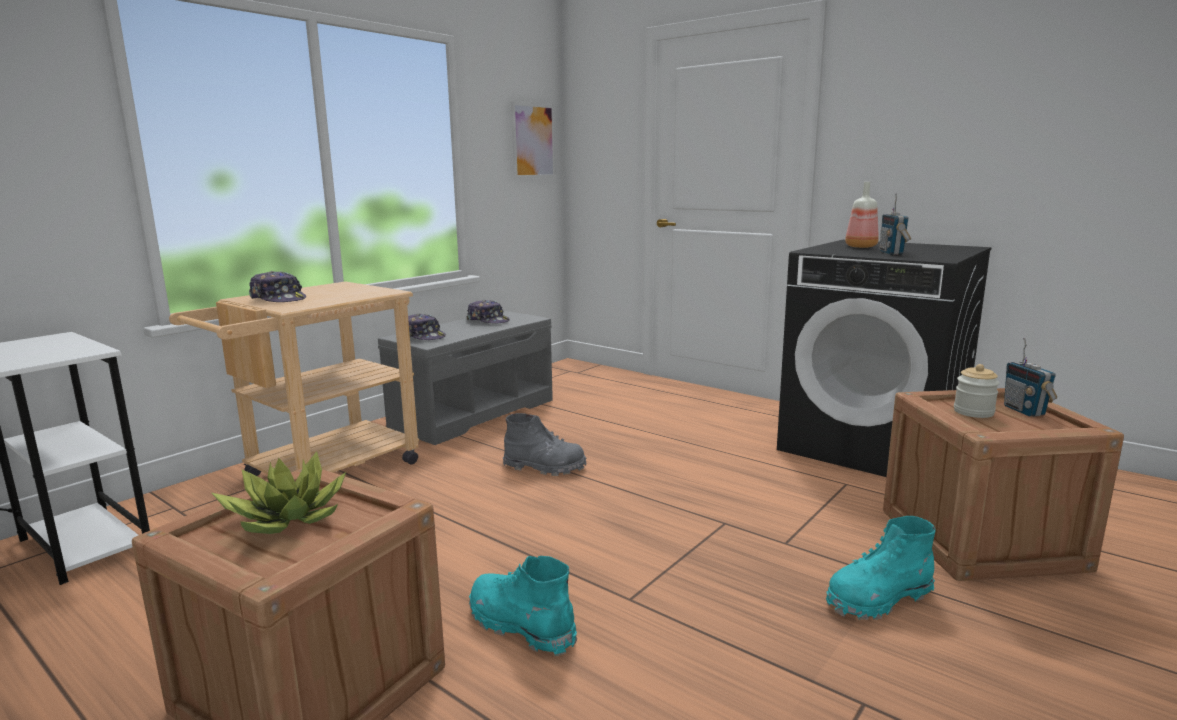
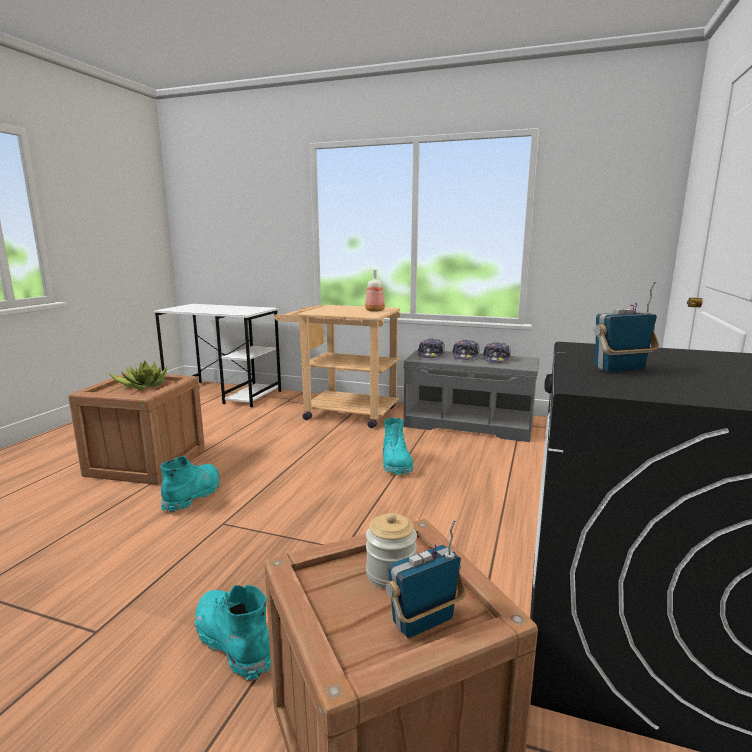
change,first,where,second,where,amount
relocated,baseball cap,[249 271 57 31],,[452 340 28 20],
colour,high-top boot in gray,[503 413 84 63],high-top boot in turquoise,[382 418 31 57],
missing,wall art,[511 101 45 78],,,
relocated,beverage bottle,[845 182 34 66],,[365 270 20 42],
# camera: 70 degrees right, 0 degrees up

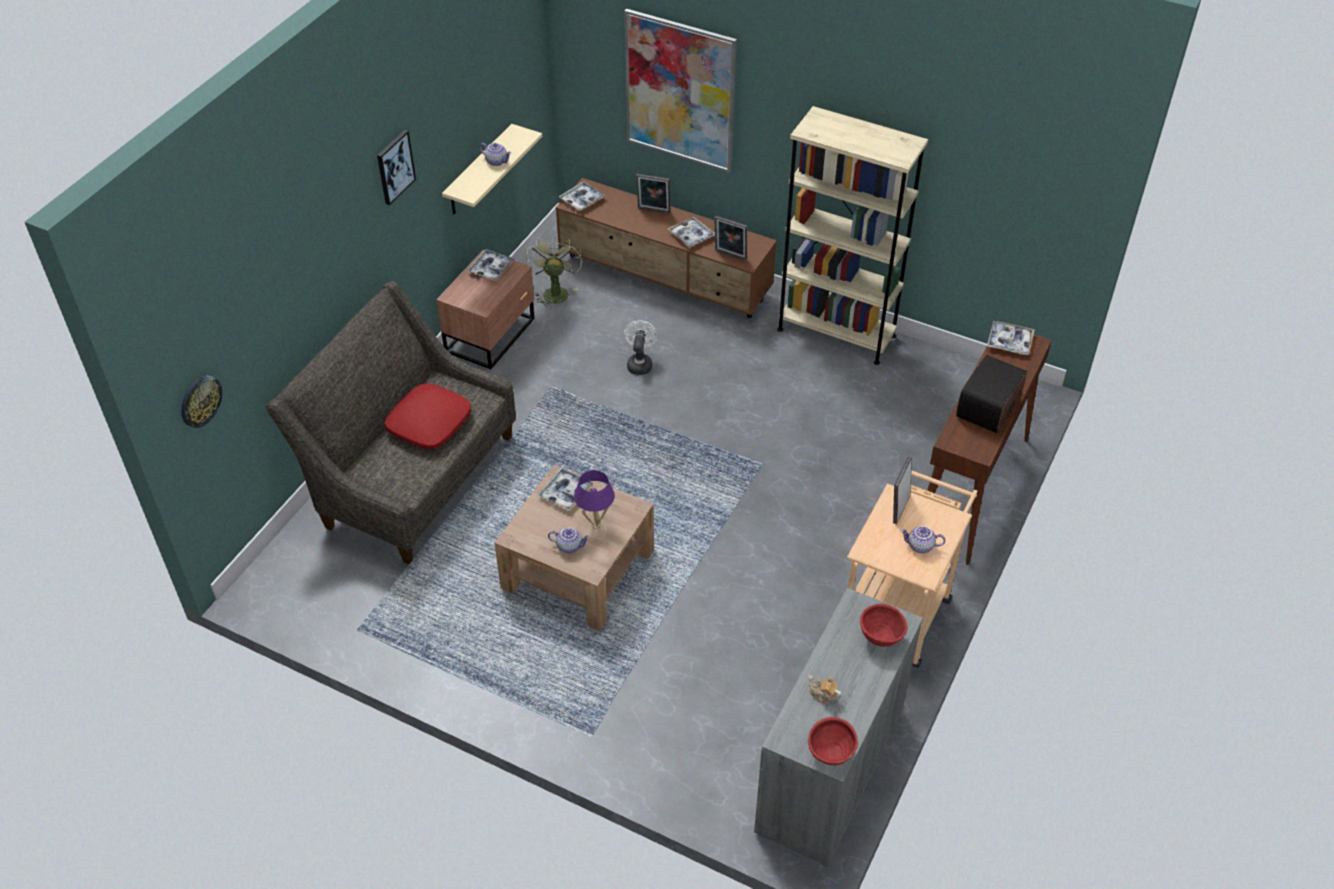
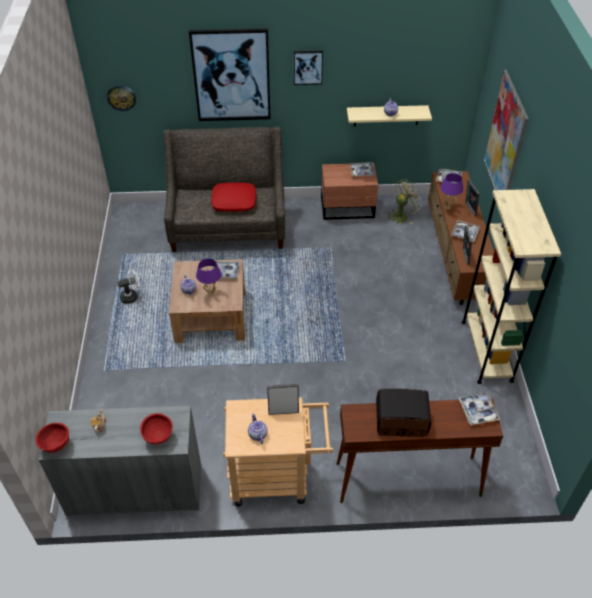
change,first,where,second,where,amount
relocated,fan in white-coloured,[624 321 34 54],,[117 269 23 35],
appeared,,,wall art,[189 29 82 92],
appeared,,,lamp for a table in purplish,[440 173 23 37],
# camera: 60 degrees right, 0 degrees up

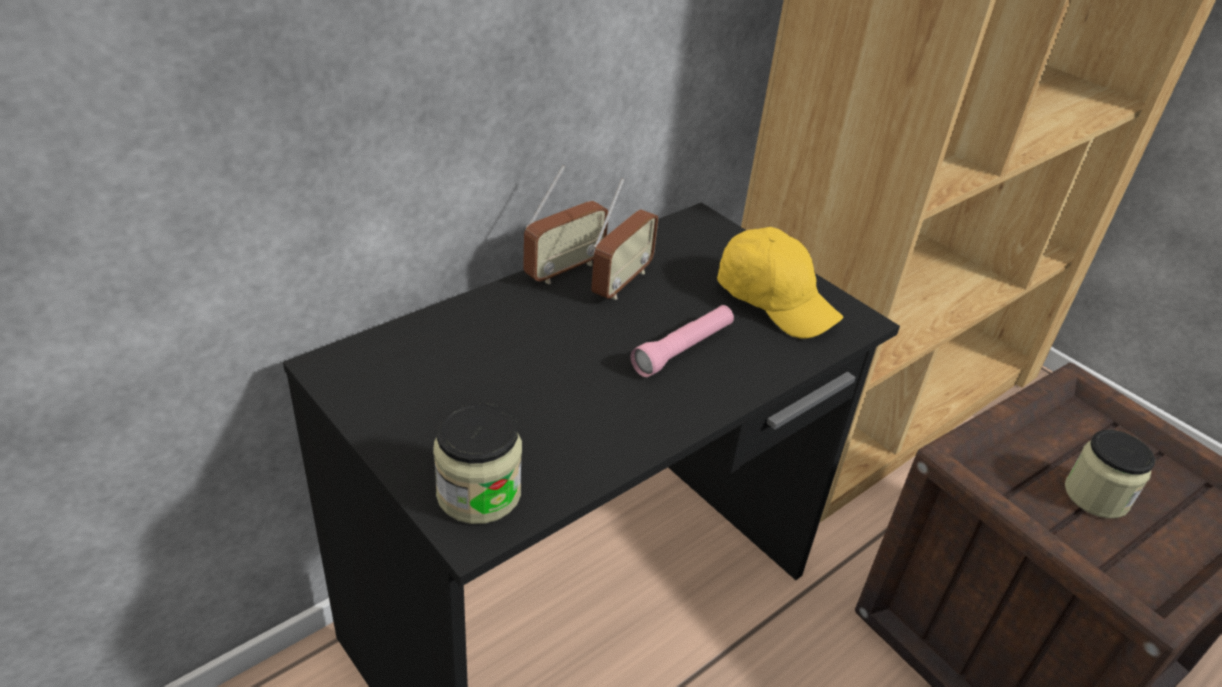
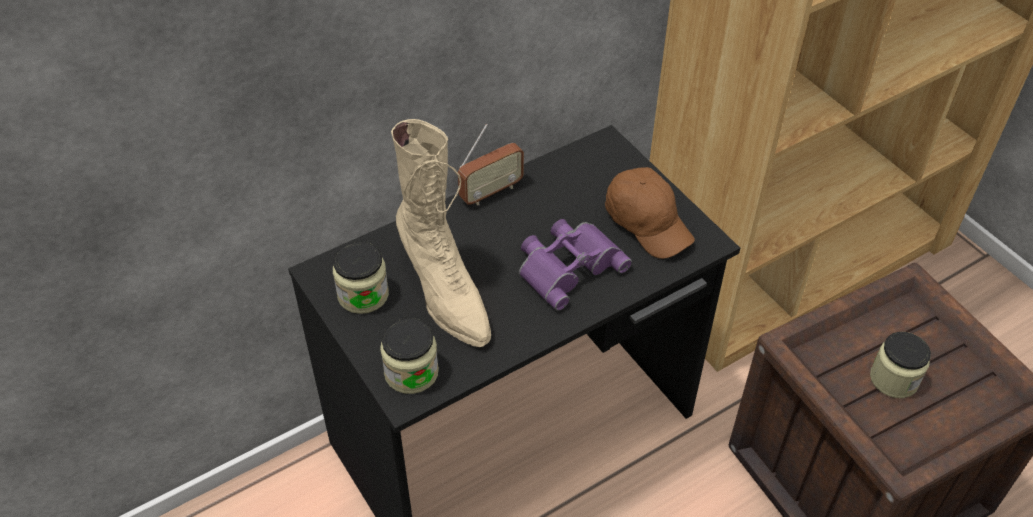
change,first,where,second,where,amount
missing,radio set,[591 179 67 121],,,
exchanged,torch in pinkish,[630 305 104 72],binoculars in purplish,[519 219 113 92],
colour,baseball cap in yellowish,[717 227 126 112],baseball cap in brownish,[605 167 90 92],
appeared,,,preserve jar,[333 242 56 72],
appeared,,,high-top boot in sand-coloured,[391 119 100 228],
# camera: 10 degrees right, 10 degrees up

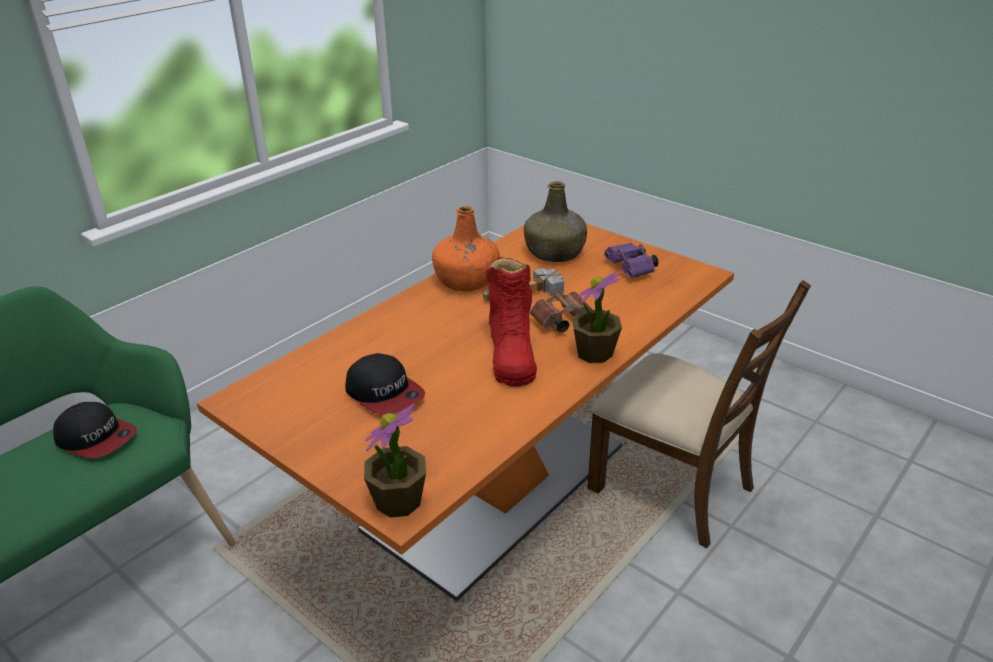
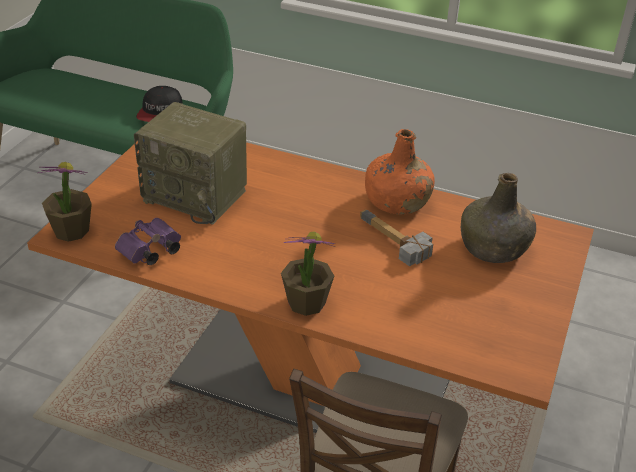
change,first,where,second,where,amount
exchanged,baseball cap,[345 353 80 62],radio set,[134 102 113 123],
missing,high-top boot in red,[486 257 51 130],,,
missing,binoculars in brownish,[530 290 63 43],,,
relocated,binoculars in purplish,[604 243 55 35],,[115 218 66 47],
# camera: 70 degrees right, 5 degrees up

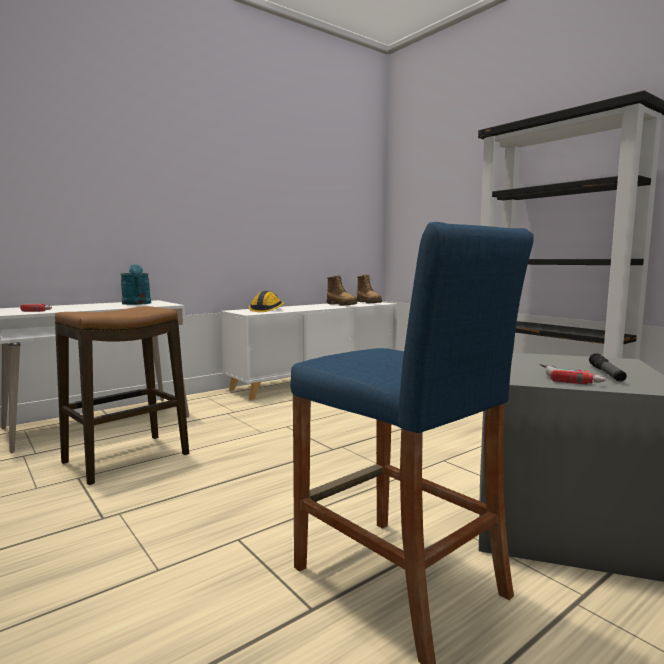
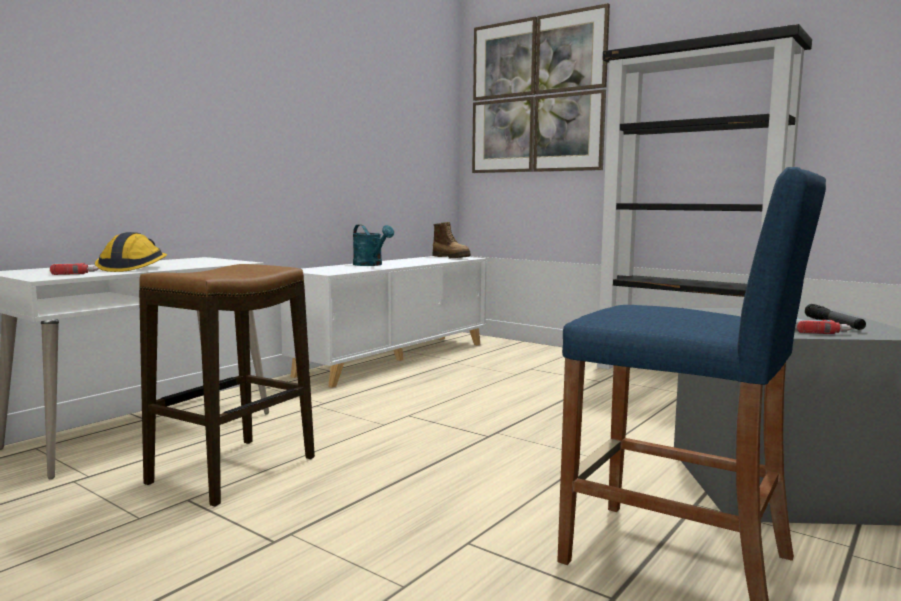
change,first,where,second,where,amount
relocated,watering can in turquoise,[120 265 31 40],,[353 224 41 42],
relocated,hard hat,[249 291 35 21],,[95 232 72 40],
missing,high-top boot,[326 276 31 30],,,
appeared,,,wall art,[472 3 138 170],
# camera: 15 degrees left, 0 degrees up

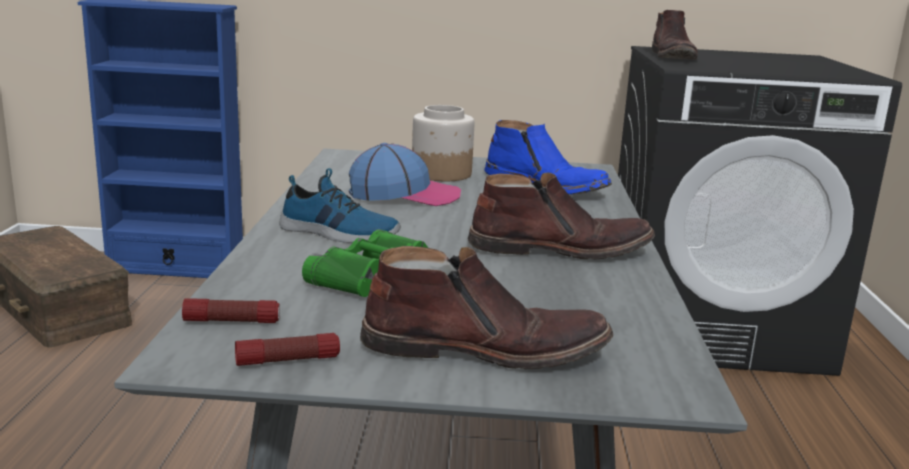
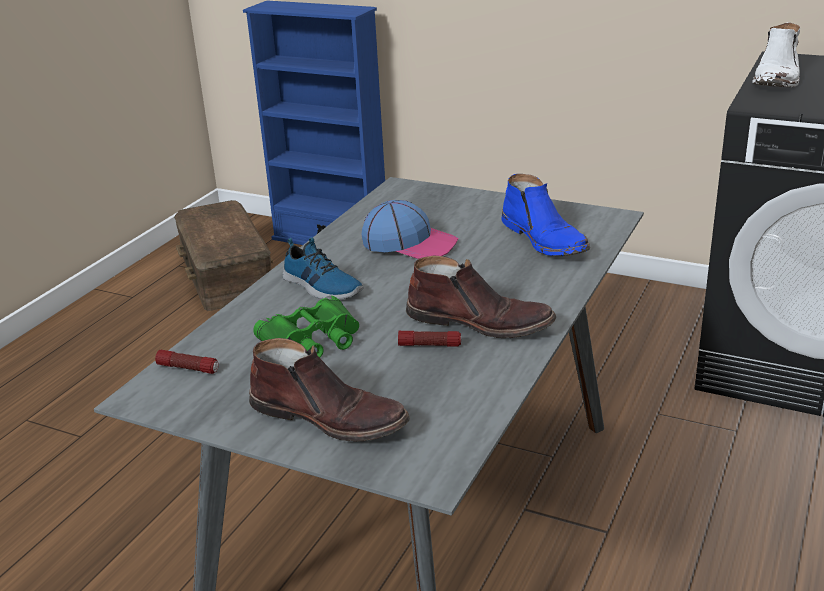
change,first,where,second,where,amount
relocated,torch,[235 333 105 33],,[398 331 63 16],
missing,preserve jar,[412 105 62 76],,,
colour,high-top boot in brownish,[652 10 46 50],high-top boot in white-coloured,[752 23 48 64],
# camera: 25 degrees right, 10 degrees up

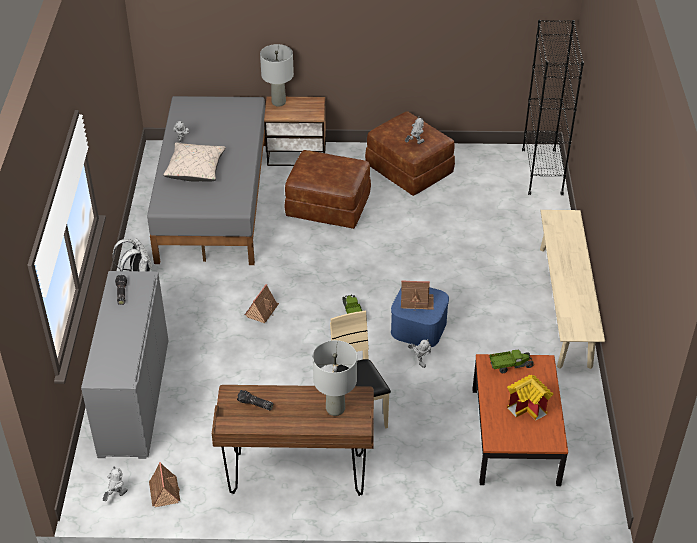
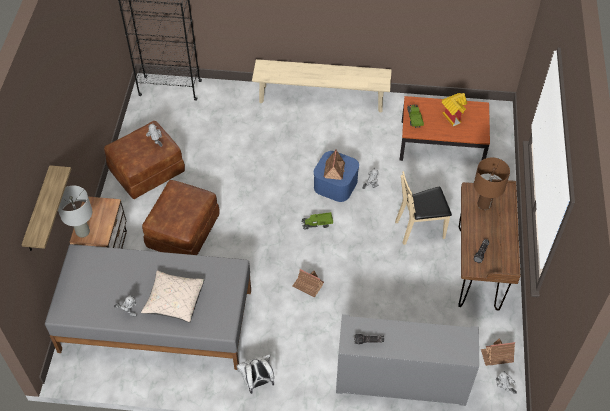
change,first,where,second,where,amount
colour,lamp for a table in gray,[313 340 44 76],lamp for a table in brownish,[474 157 36 53],
appeared,,,shelf,[22 165 49 86],
# camera: 85 degrees left, 10 degrees up

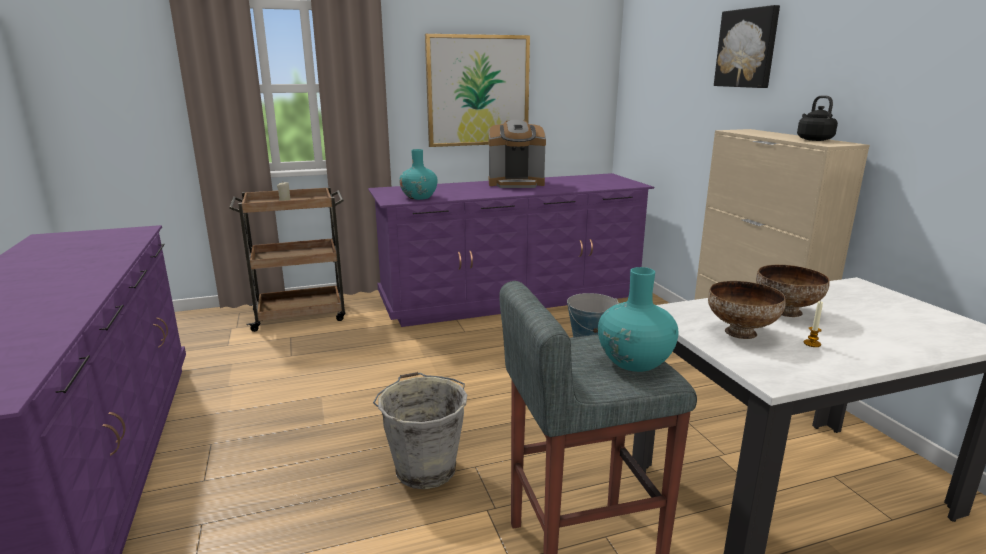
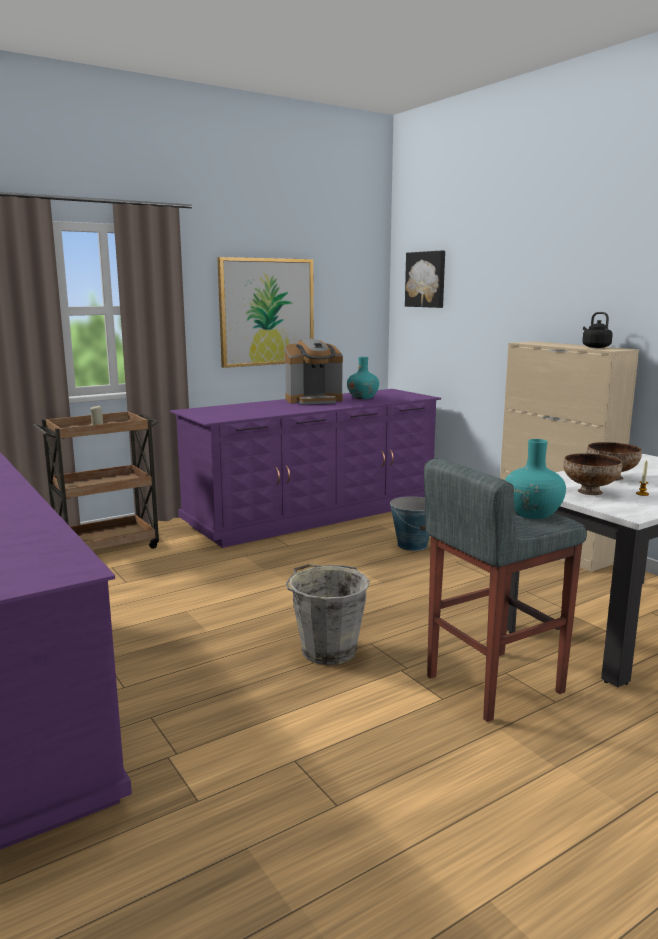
change,first,where,second,where,amount
relocated,flower vase in turquoise,[399 149 38 51],,[347 357 32 42],
relocated,wall art,[714 5 66 83],,[405 251 40 57],
# camera: 15 degrees left, 5 degrees down

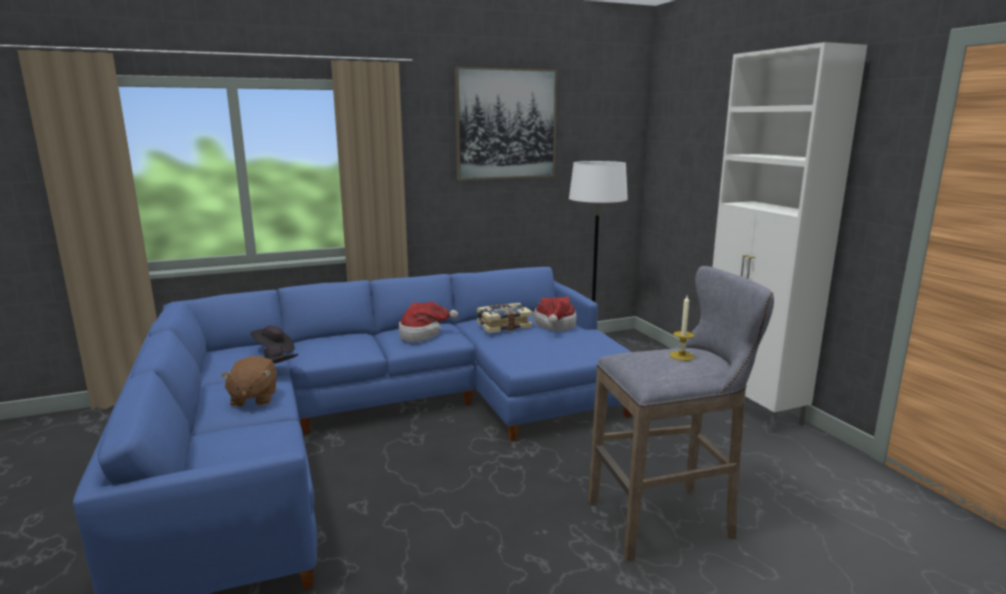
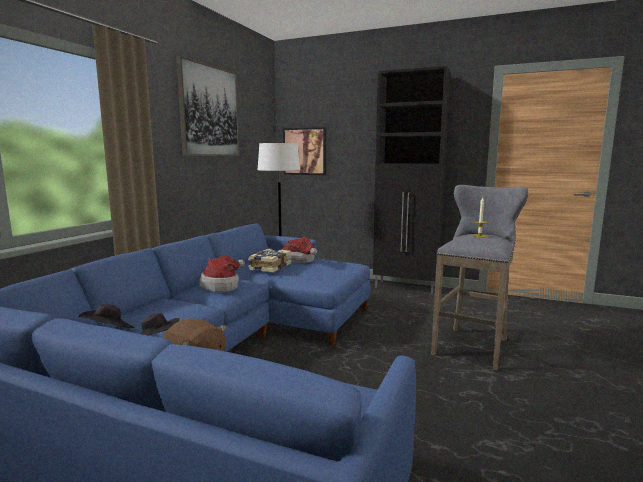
change,first,where,second,where,amount
colour,cupboard in white-coloured,[712 42 155 391],cupboard in blackish,[373 66 78 229],
appeared,,,wall art,[283 127 43 48],
# camera: 45 degrees left, 5 degrees down

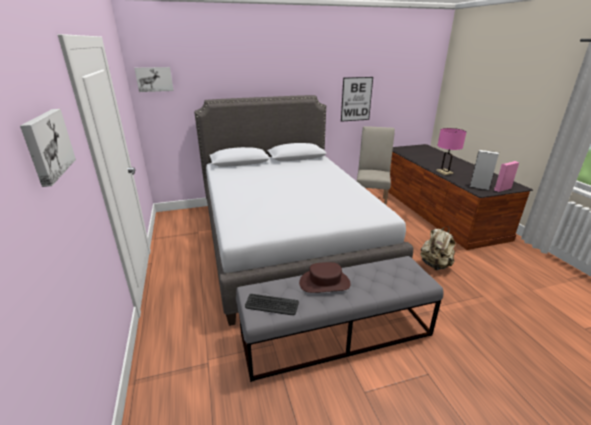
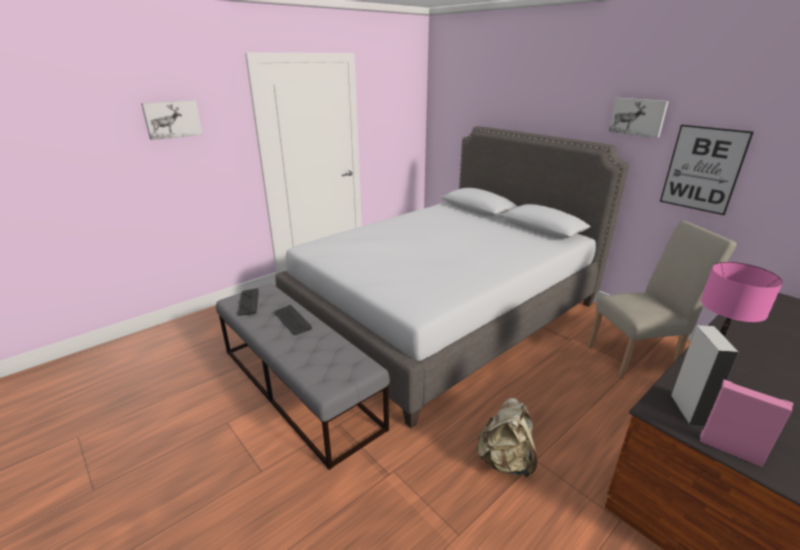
change,first,where,second,where,amount
relocated,wall art,[134 67 40 25],,[608 98 61 40],
exchanged,hat in brownish,[299 262 52 31],computer keyboard,[275 305 37 30],
# camera: 65 degrees right, 0 degrees up

